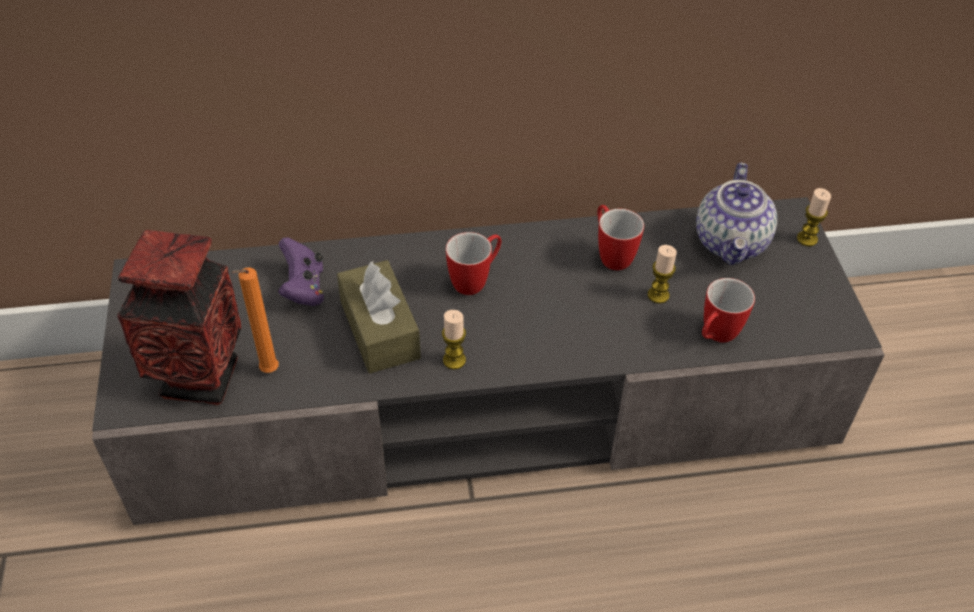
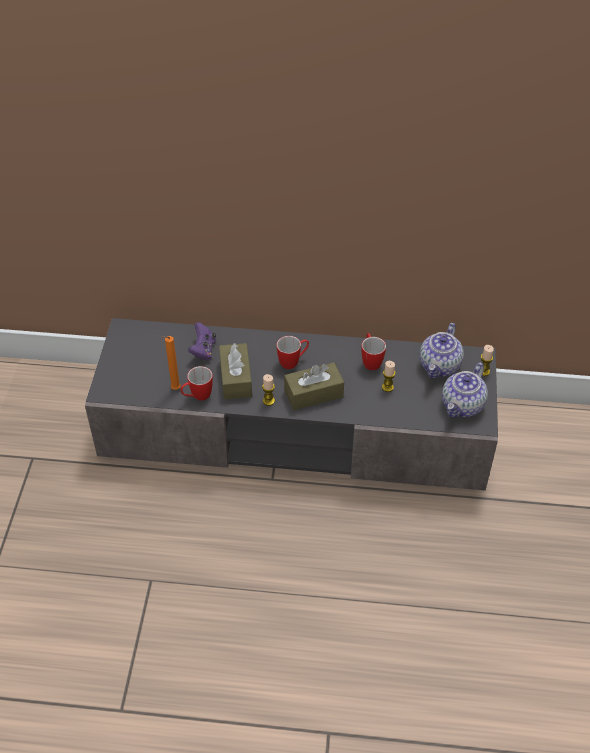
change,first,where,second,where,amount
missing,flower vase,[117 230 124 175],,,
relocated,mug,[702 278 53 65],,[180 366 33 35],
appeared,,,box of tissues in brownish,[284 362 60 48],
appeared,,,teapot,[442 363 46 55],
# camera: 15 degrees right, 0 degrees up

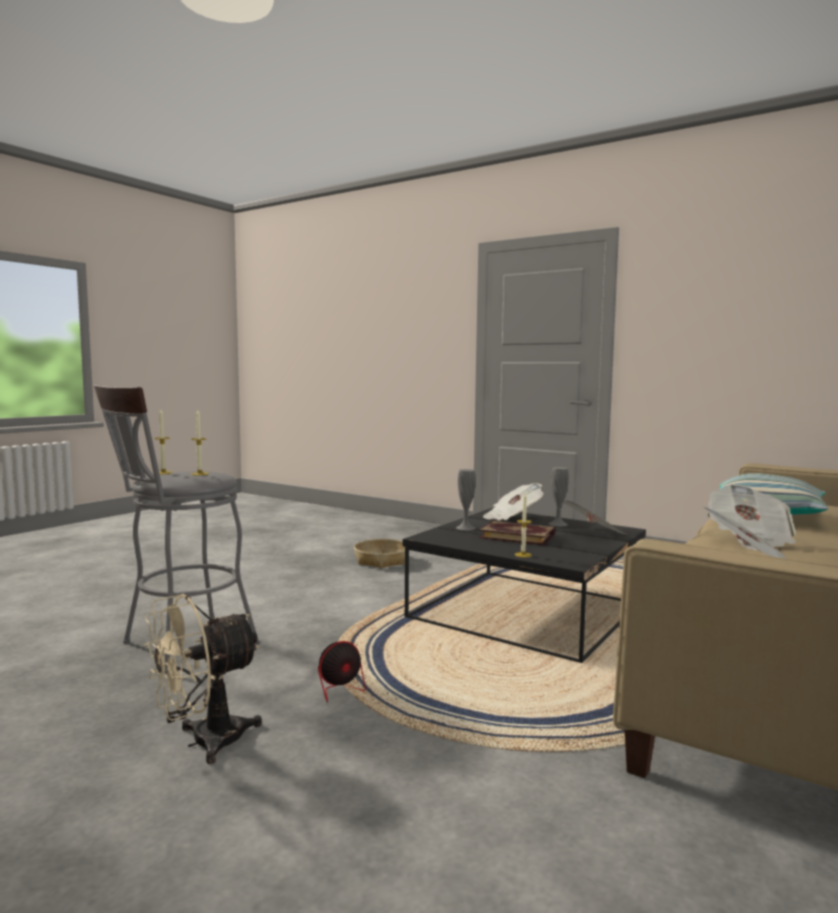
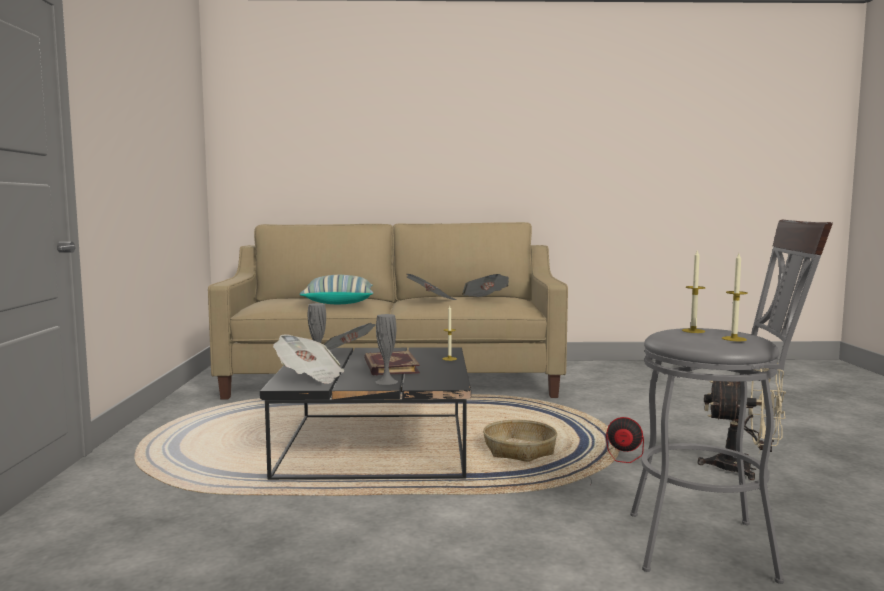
change,first,where,second,where,amount
relocated,storage basket,[354 539 51 29],,[483 420 74 42],
# camera: 125 degrees left, 0 degrees up

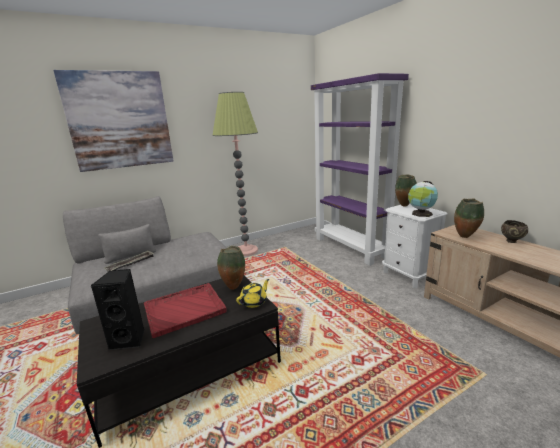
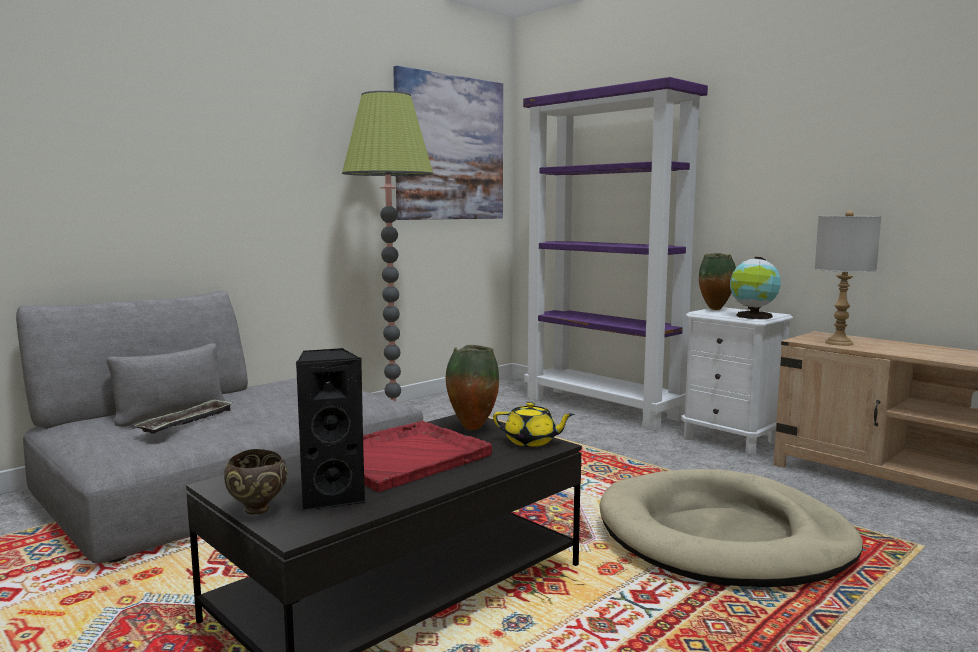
change,first,where,second,where,amount
relocated,wall art,[53 70 120 102],,[393 66 110 154],
spun,teapot in yellowish,[236 279 33 29],,[493 402 81 45],75 degrees clockwise
exchanged,flower vase,[454 199 30 39],lamp for a table in gray,[815 211 66 135],
relocated,bowl in brownish,[501 220 27 23],,[224 449 63 66],
appeared,,,dog bed in sand-coloured,[599 469 264 118],
# camera: 15 degrees left, 10 degrees down

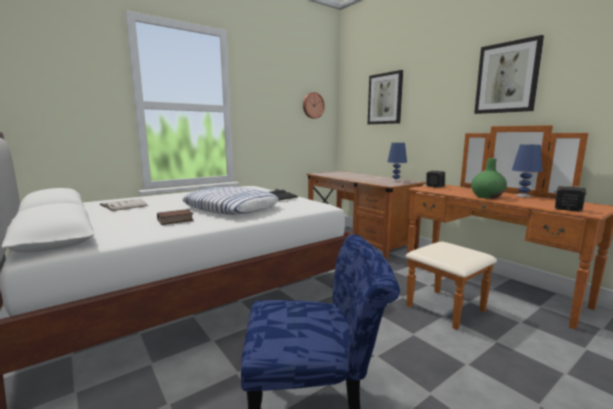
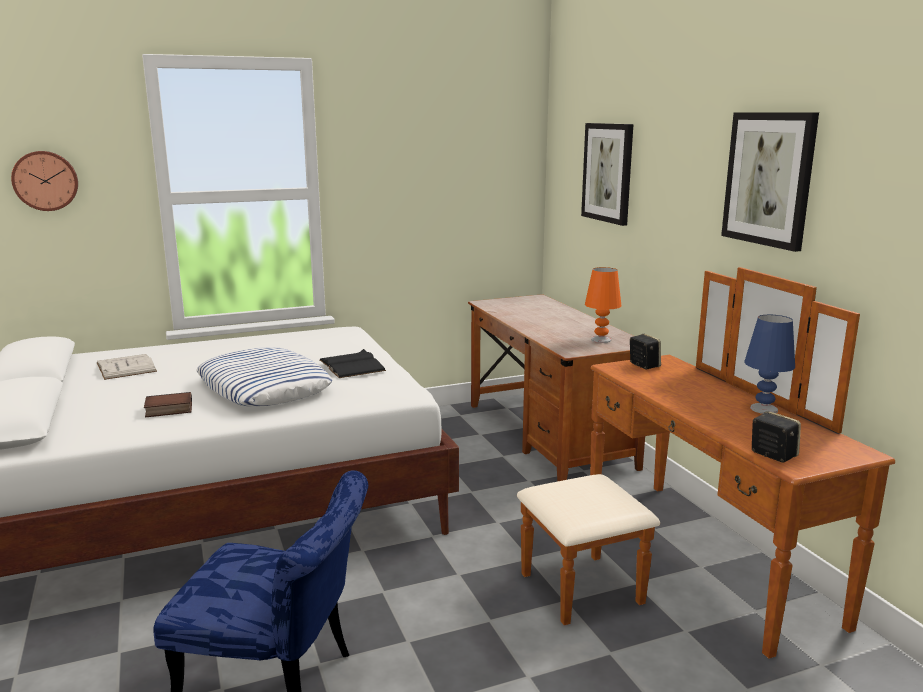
change,first,where,second,where,amount
relocated,clock on the wall,[303 92 22 27],,[11 151 67 60],
colour,lamp for a table in bluish,[387 143 20 39],lamp for a table in orangey,[585 267 36 76],
missing,flower vase in greenish,[471 158 36 41],,,
# camera: 15 degrees right, 5 degrees up

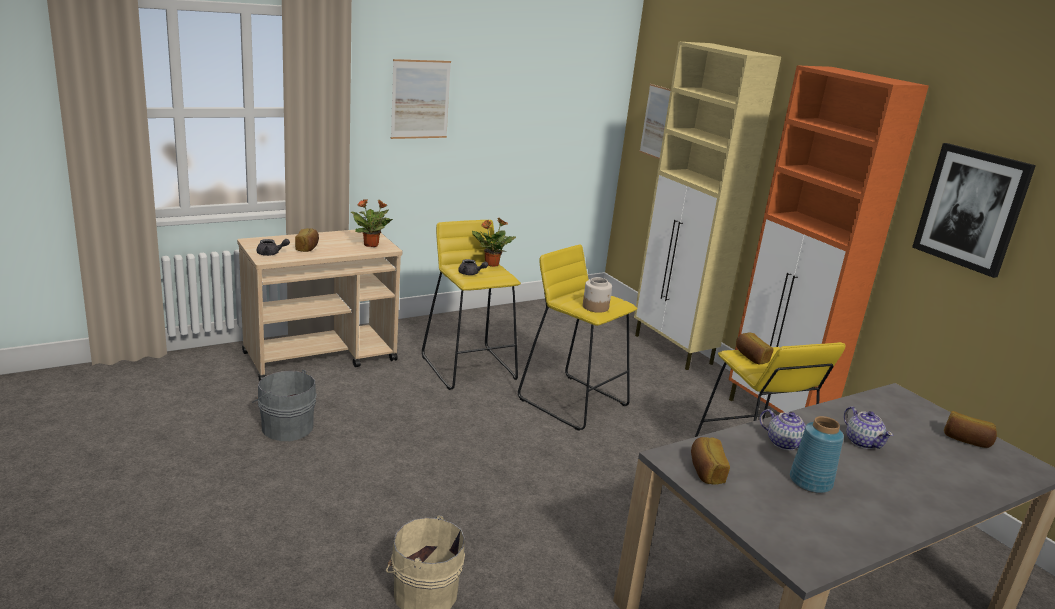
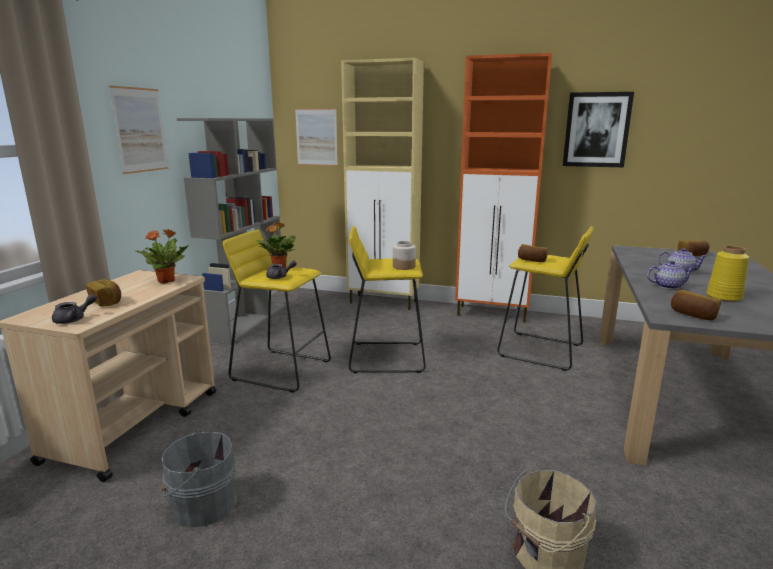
change,first,where,second,where,amount
colour,flower vase in bluish,[790 416 54 77],flower vase in yellowish,[706 245 43 57],
appeared,,,bookcase in gray,[177 118 108 227],
# camera: 40 degrees left, 5 degrees down

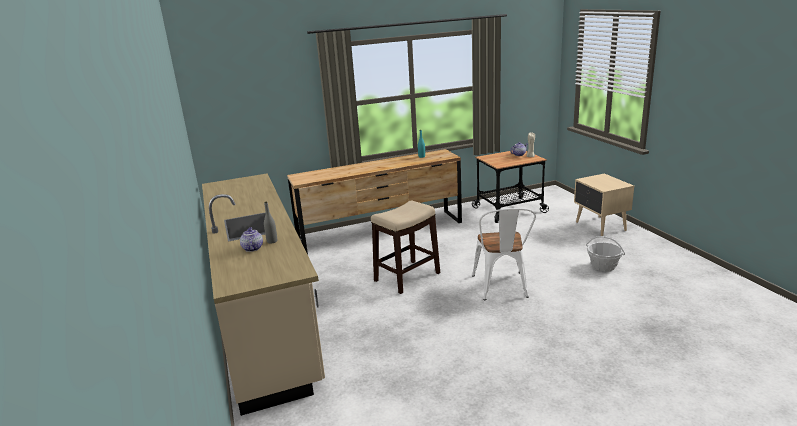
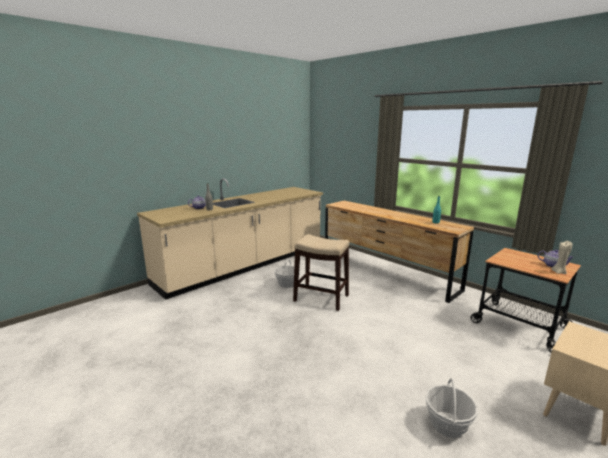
change,first,where,second,where,amount
missing,plain chair in white-coloured,[472 208 64 92],,,
appeared,,,storage basket,[274 259 26 29],
# camera: 65 degrees right, 5 degrees down

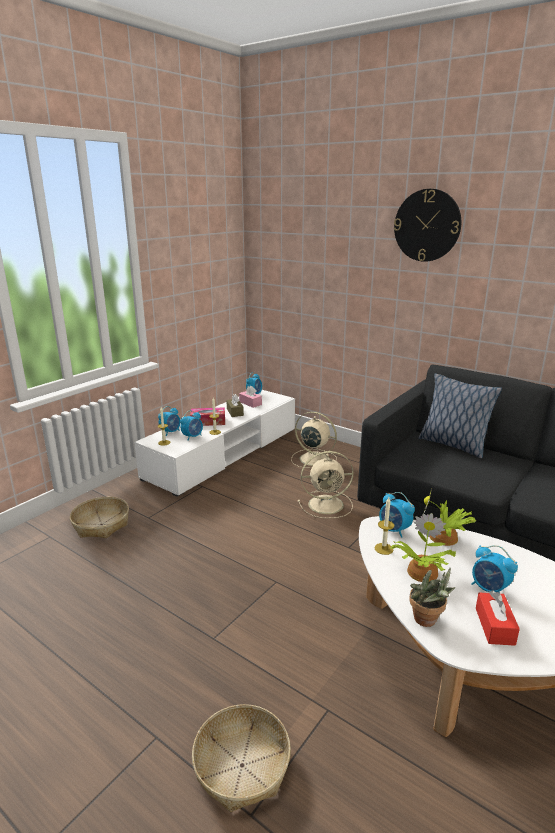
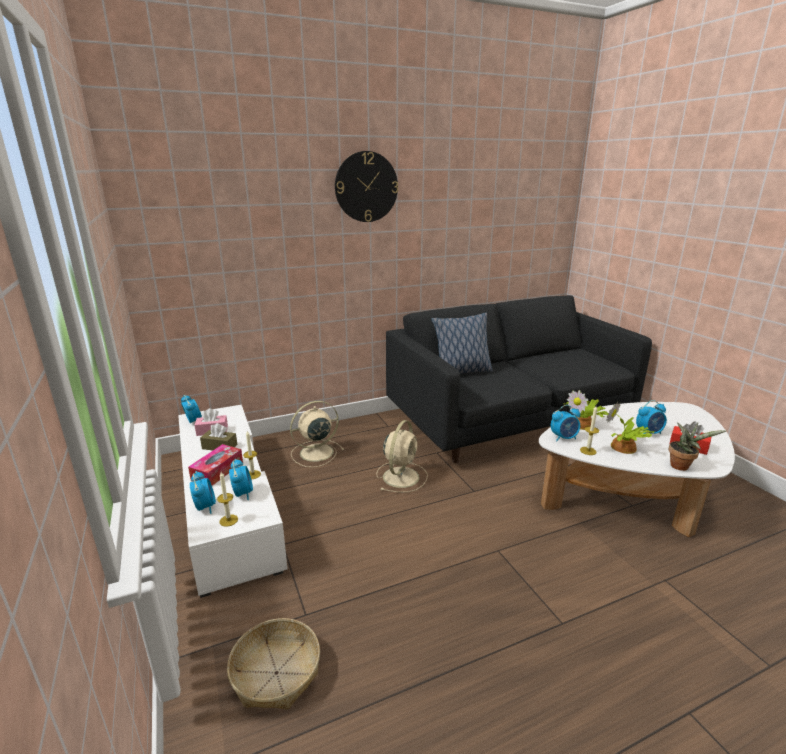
change,first,where,second,where,amount
missing,storage basket,[192 704 99 108],,,
# camera: 60 degrees left, 0 degrees up

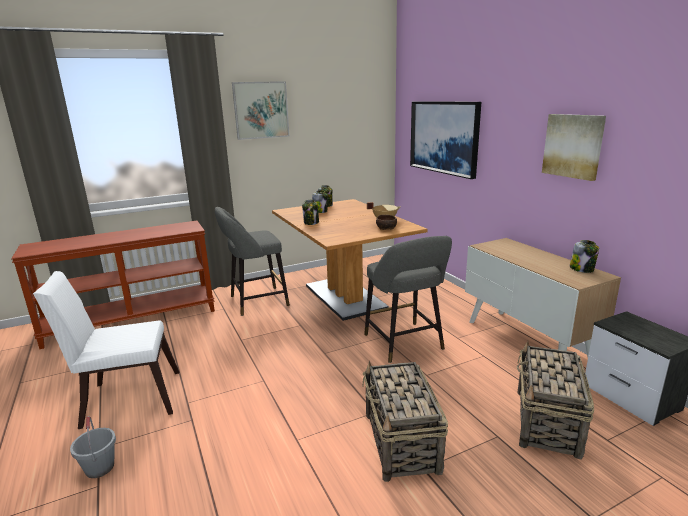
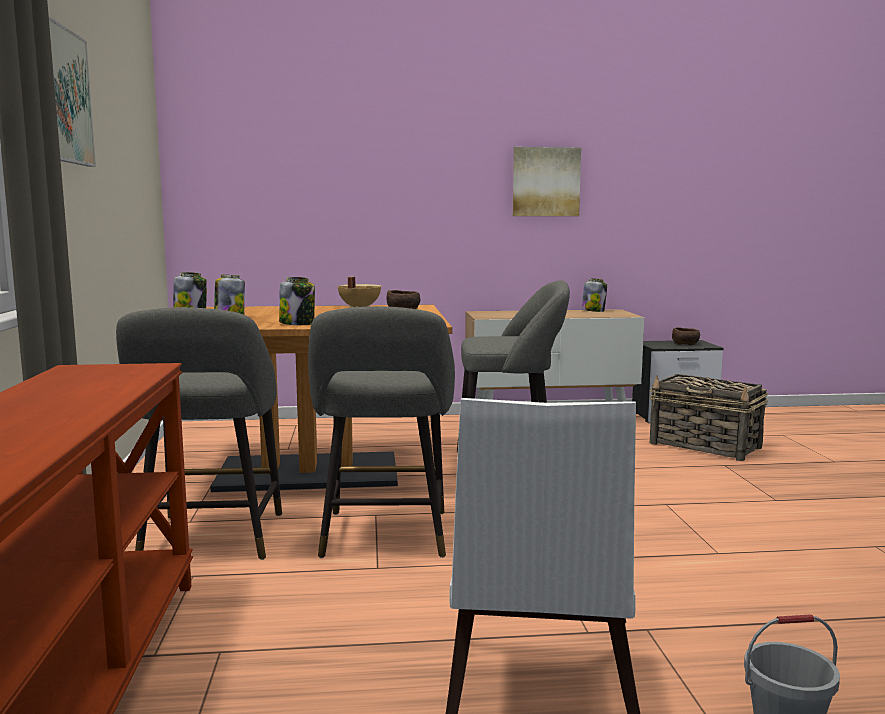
change,first,where,second,where,amount
missing,storage basket,[362 361 86 121],,,
missing,wall art,[410 101 71 78],,,
appeared,,,stool seat in gray,[308 306 147 252],
appeared,,,bowl in brownish,[672 327 28 18],
# camera: 70 degrees left, 10 degrees down

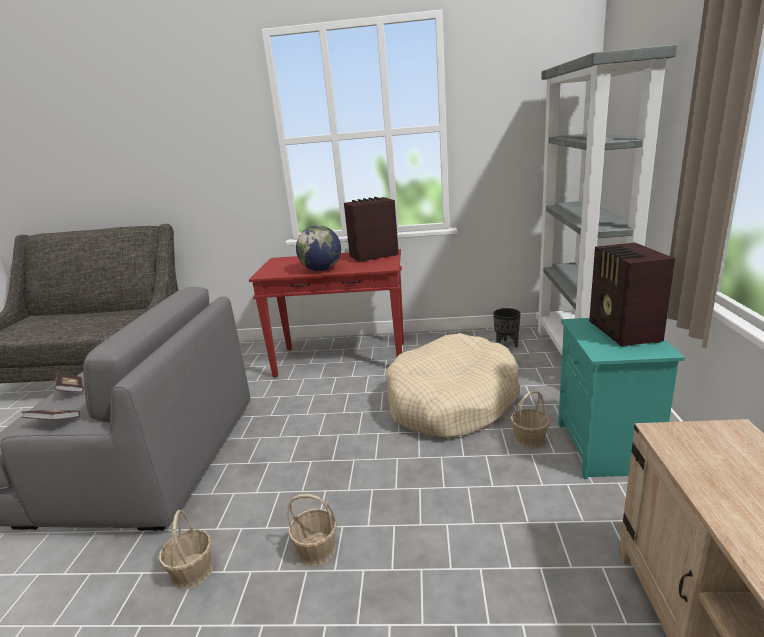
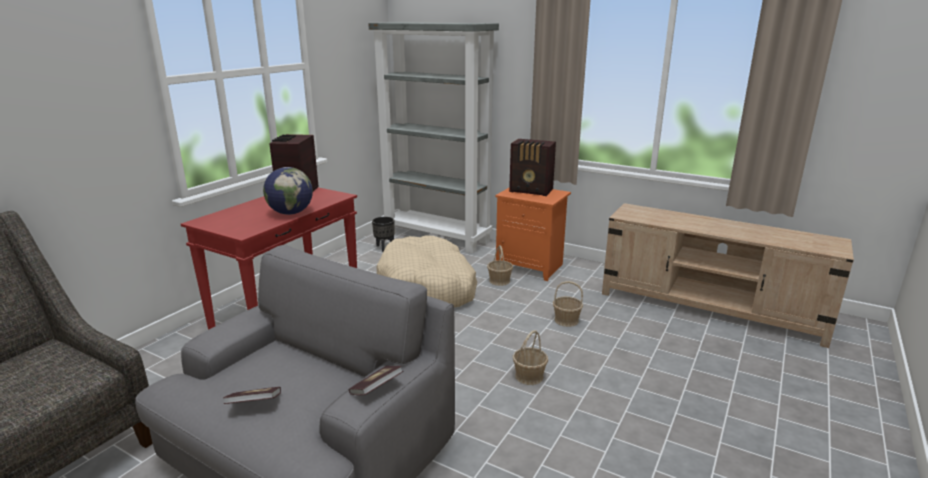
change,first,where,second,where,amount
relocated,storage basket,[159 510 54 79],,[553 281 30 46],
colour,bedside table in turquoise,[558 318 127 161],bedside table in orangey,[495 188 76 93],
# camera: 65 degrees left, 0 degrees up

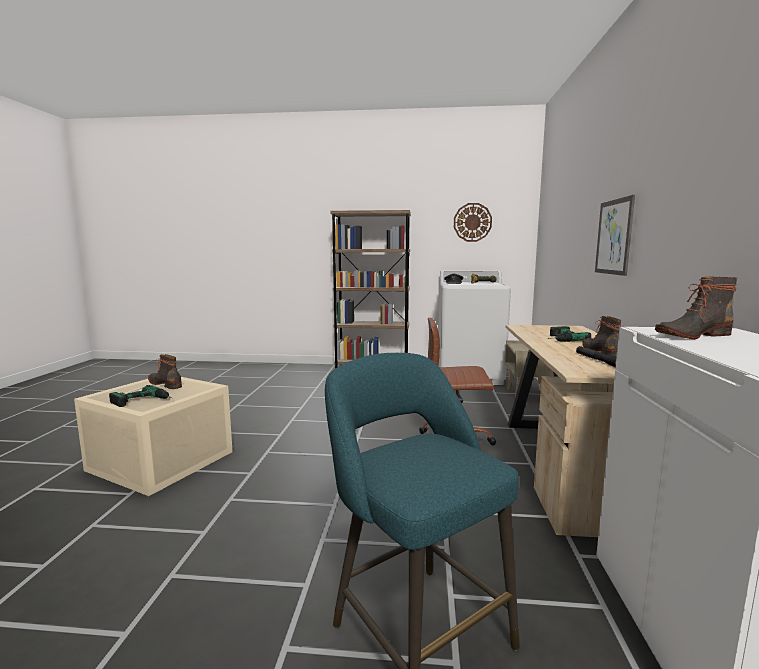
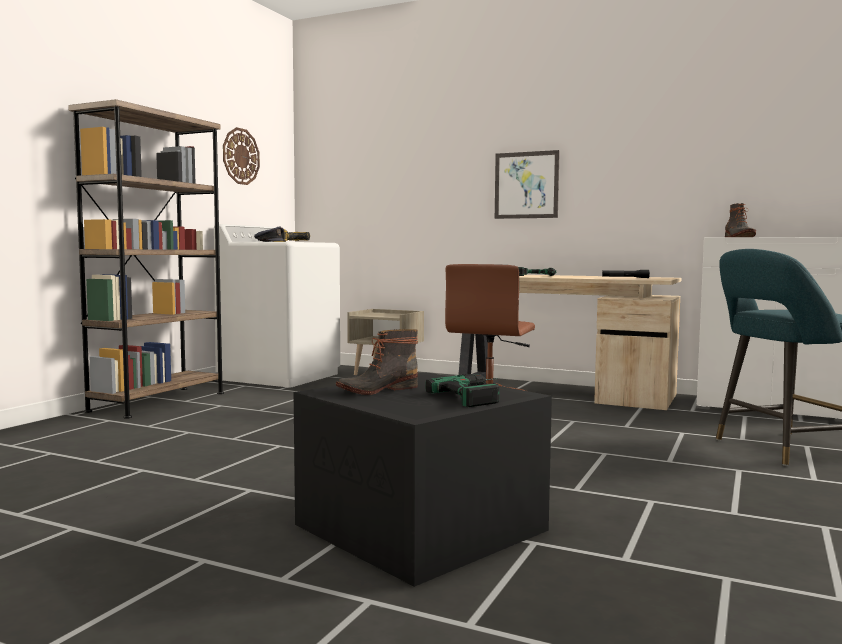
change,first,where,second,where,amount
colour,storage container in sand-coloured,[74 377 159 119],storage container in blackish,[294 372 258 215],
missing,high-top boot,[582 316 39 40],,,
# camera: 70 degrees left, 5 degrees down

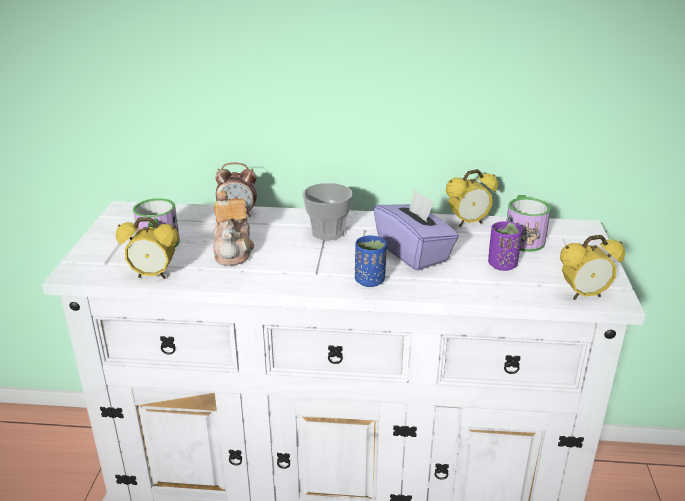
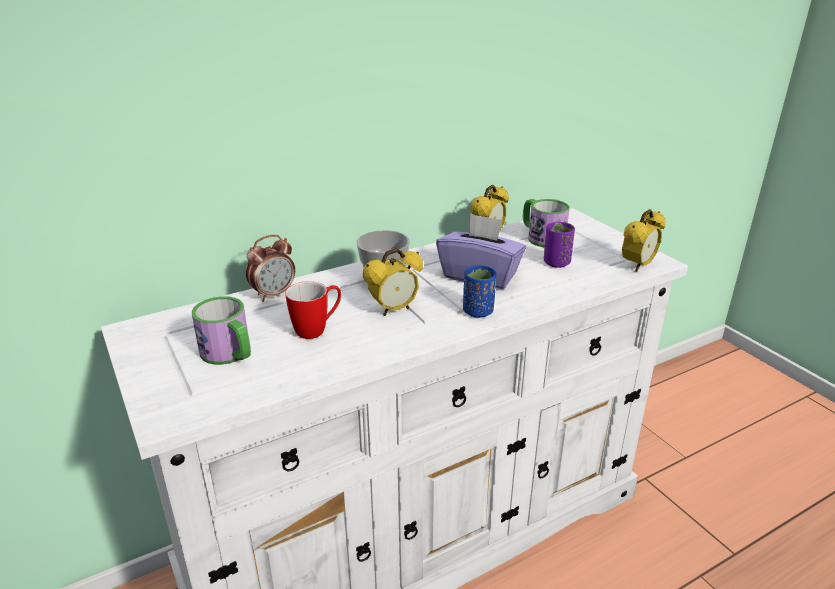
change,first,where,second,where,amount
relocated,alarm clock,[116 217 63 62],,[363 248 60 68],
exchanged,teapot,[213 191 41 75],mug,[285 281 56 58],
# camera: 35 degrees left, 0 degrees up

